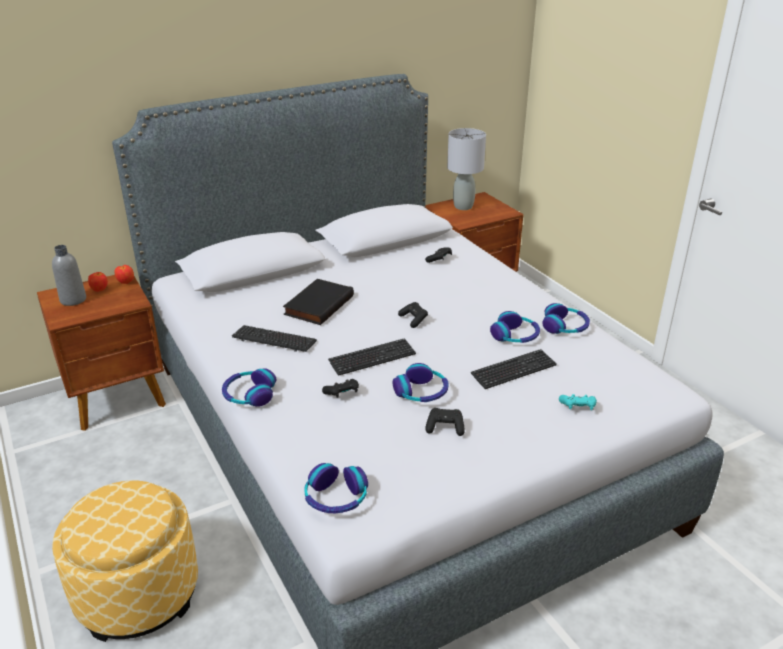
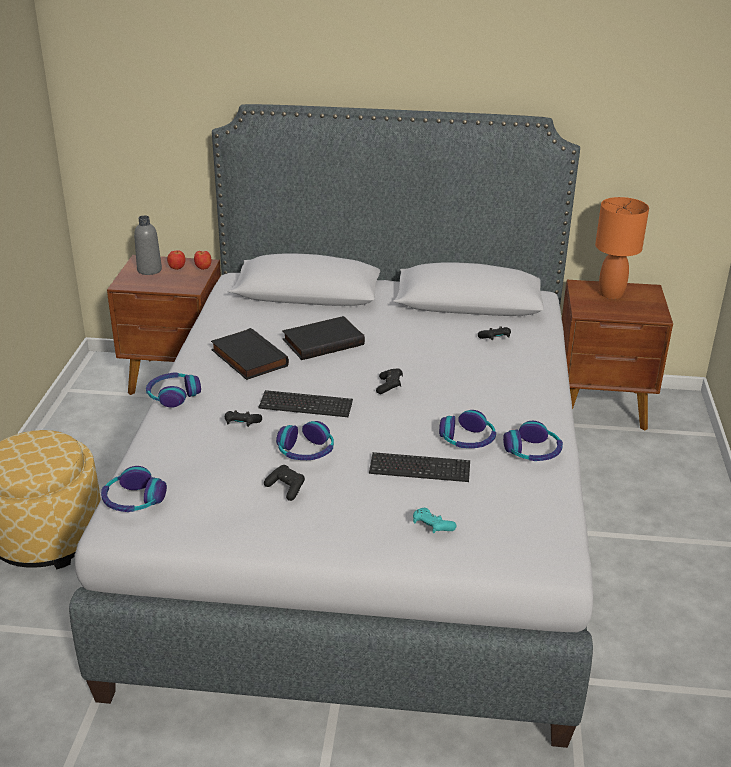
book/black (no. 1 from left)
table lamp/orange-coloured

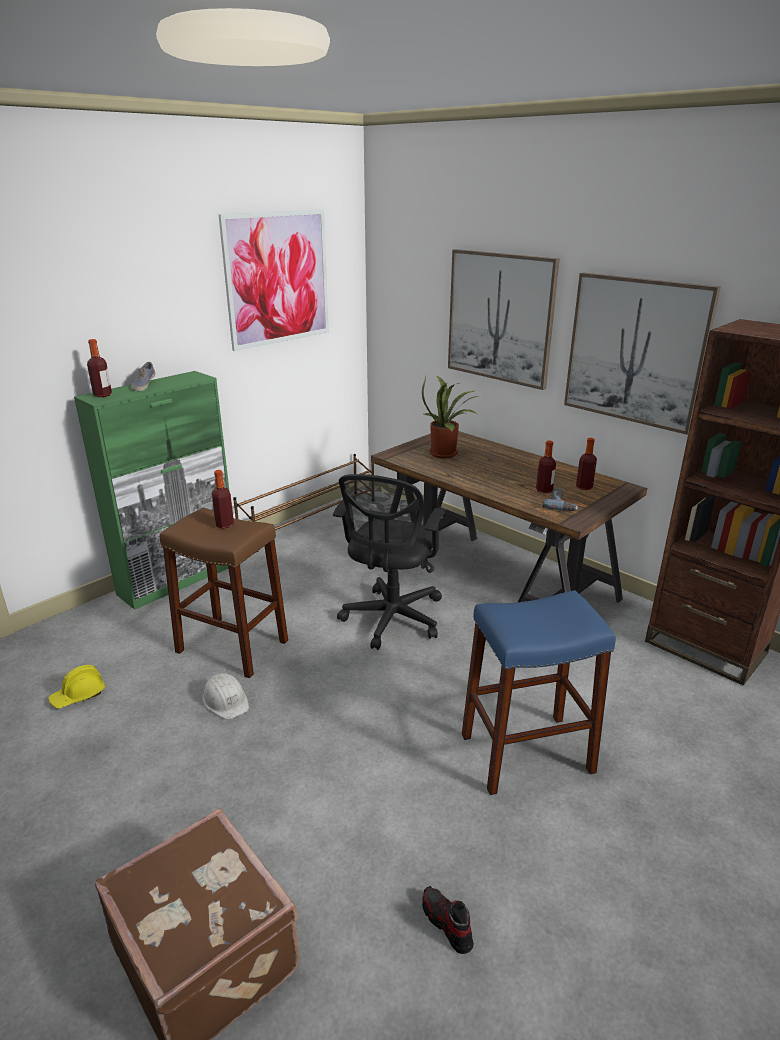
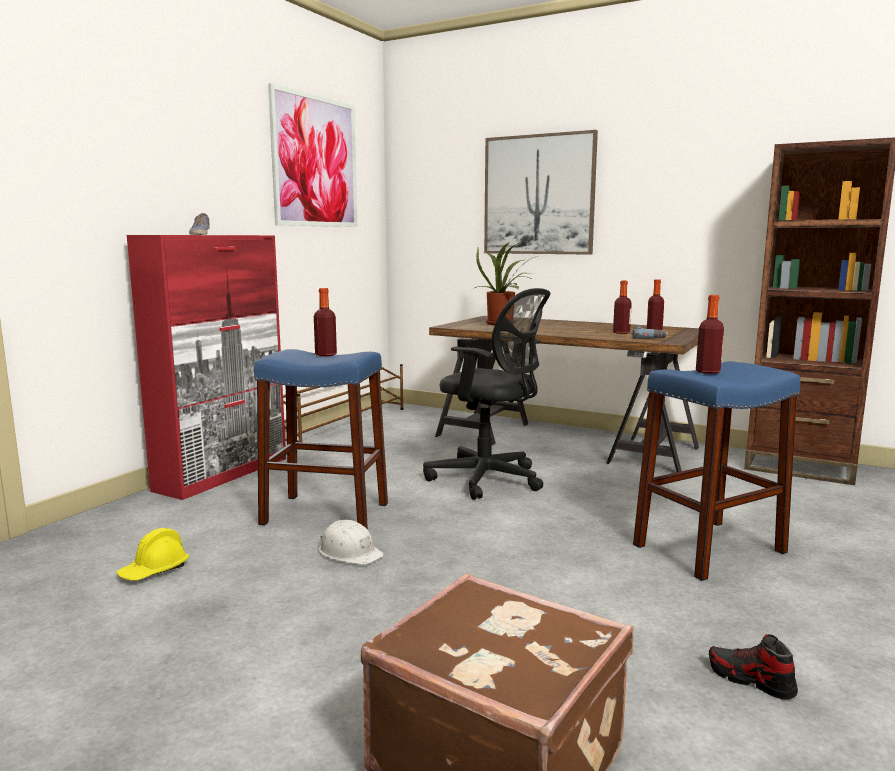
cabinet/reddish
stool/blue-coloured (no. 1 from left)
computer chair/black
beverage bottle (no. 4 from left)
wall picture (no. 3 from left in the first image)

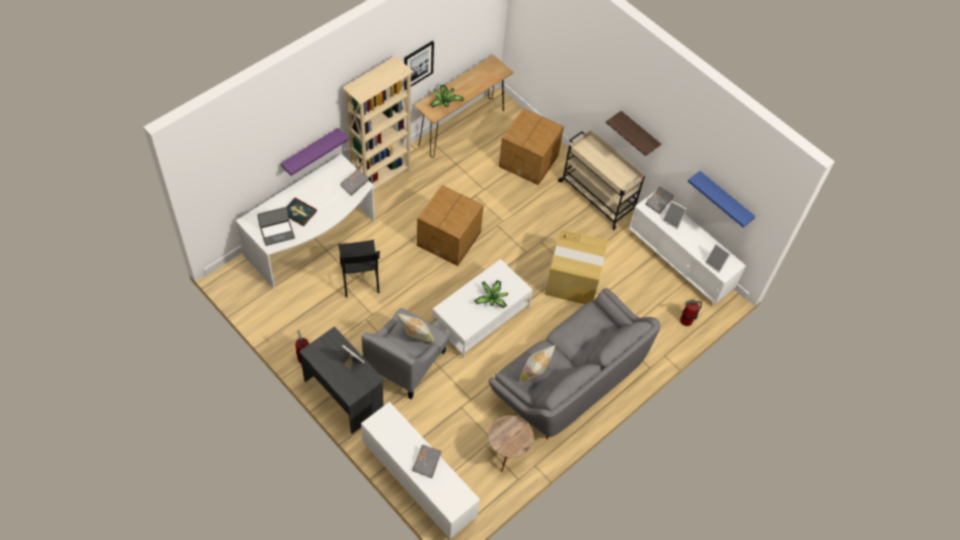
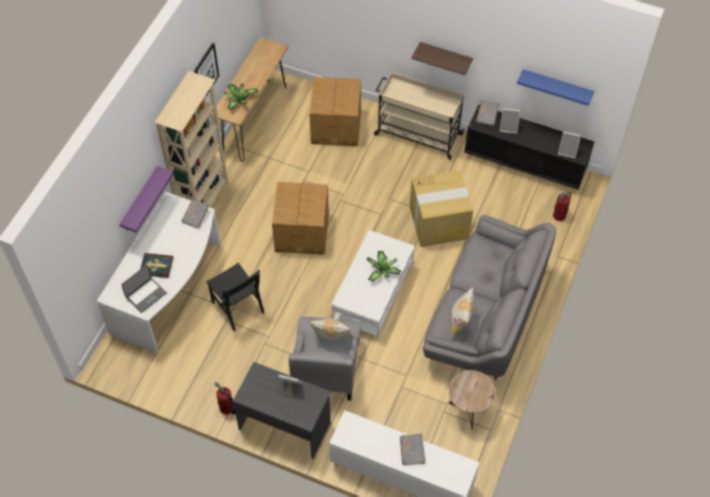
cabinet/black

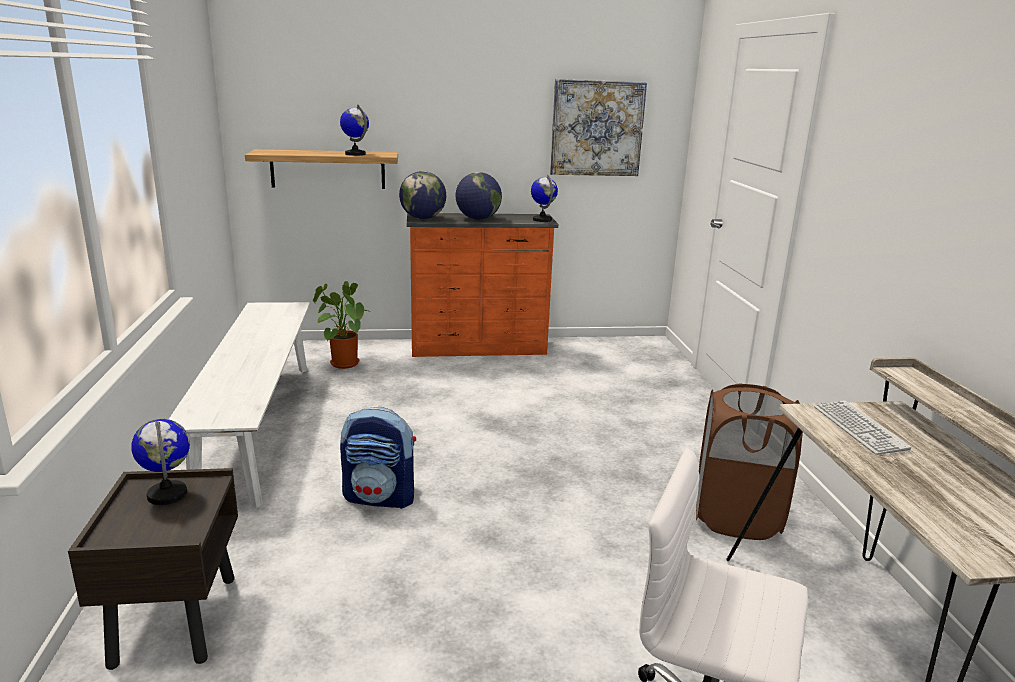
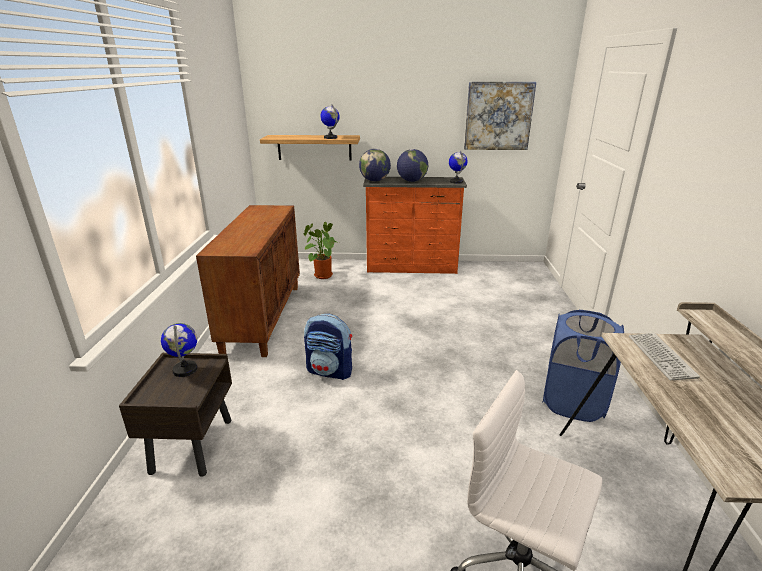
cabinet/brownish
hamper/blue-coloured

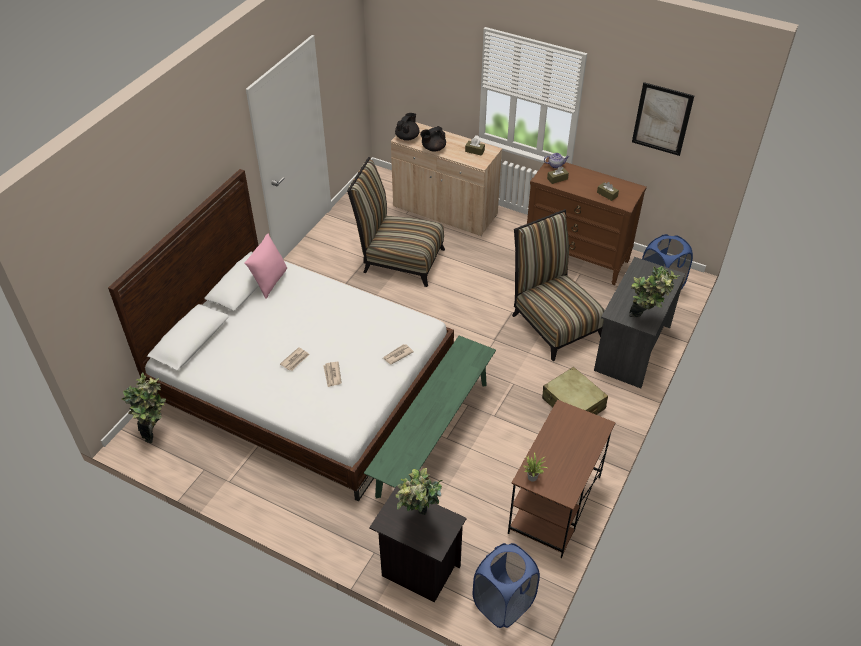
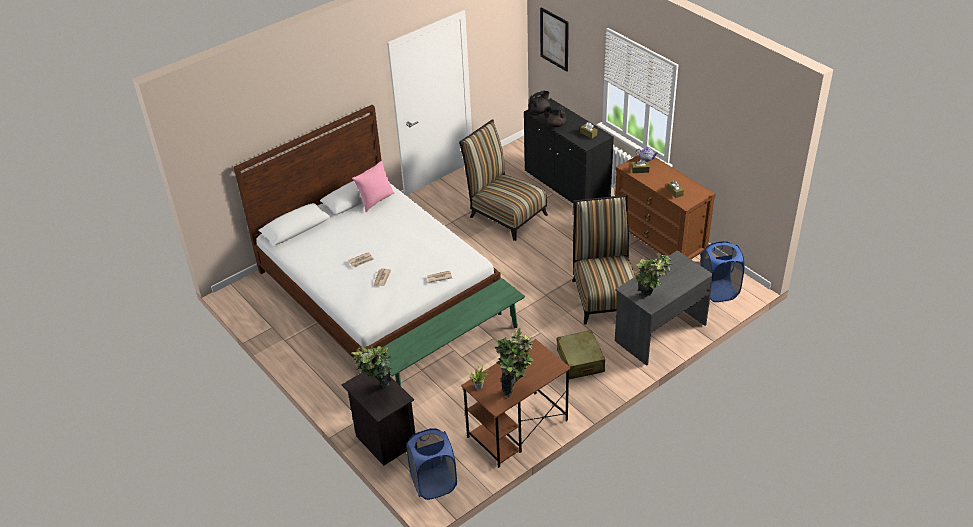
potted plant (no. 3 from left)
cabinet/black
wall picture

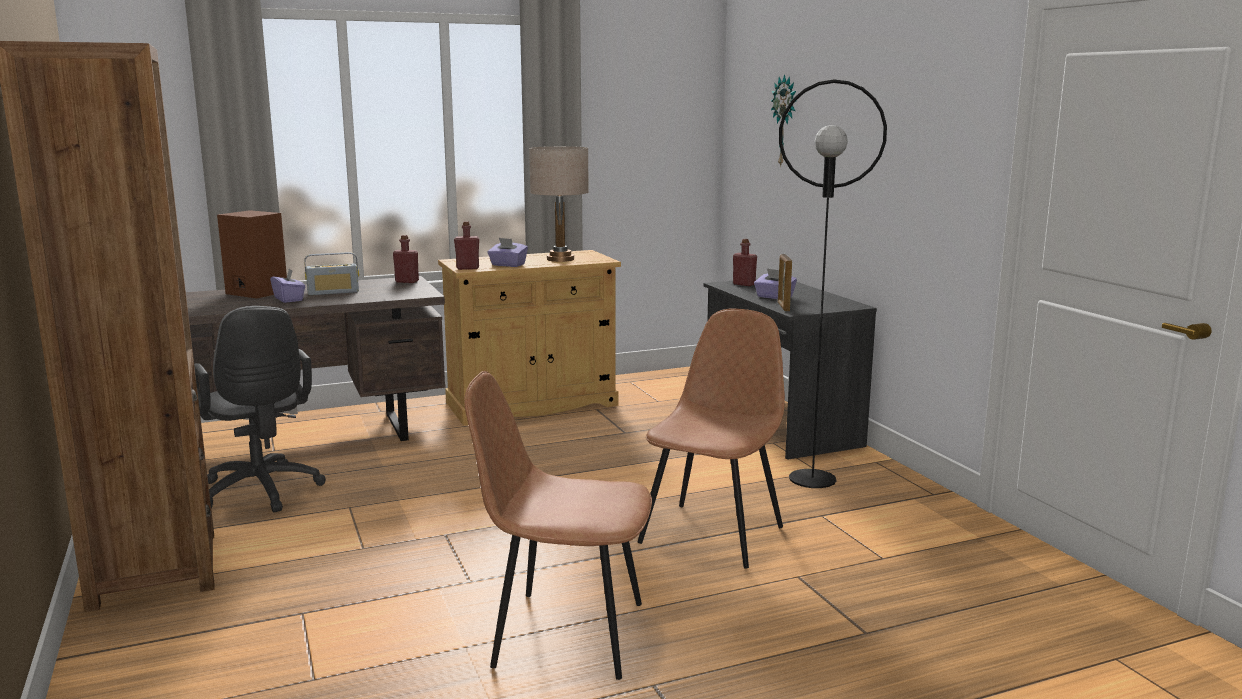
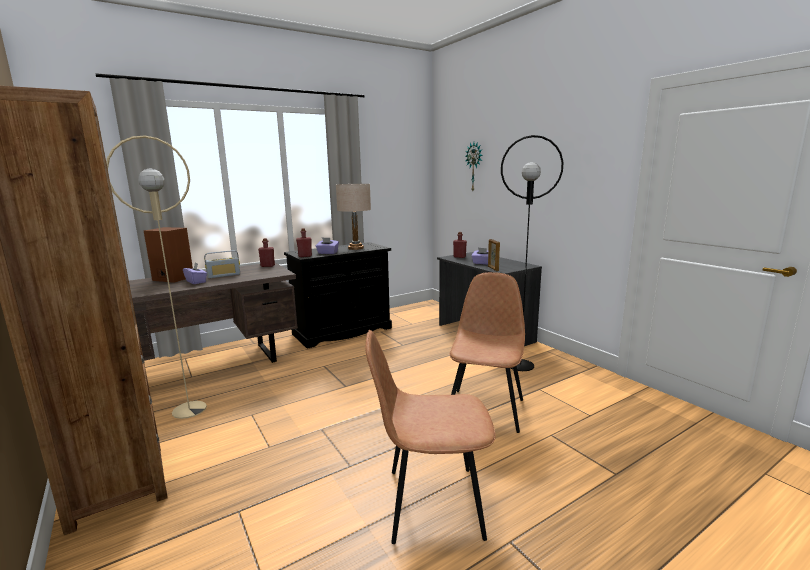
floor lamp/beige
cabinet/black

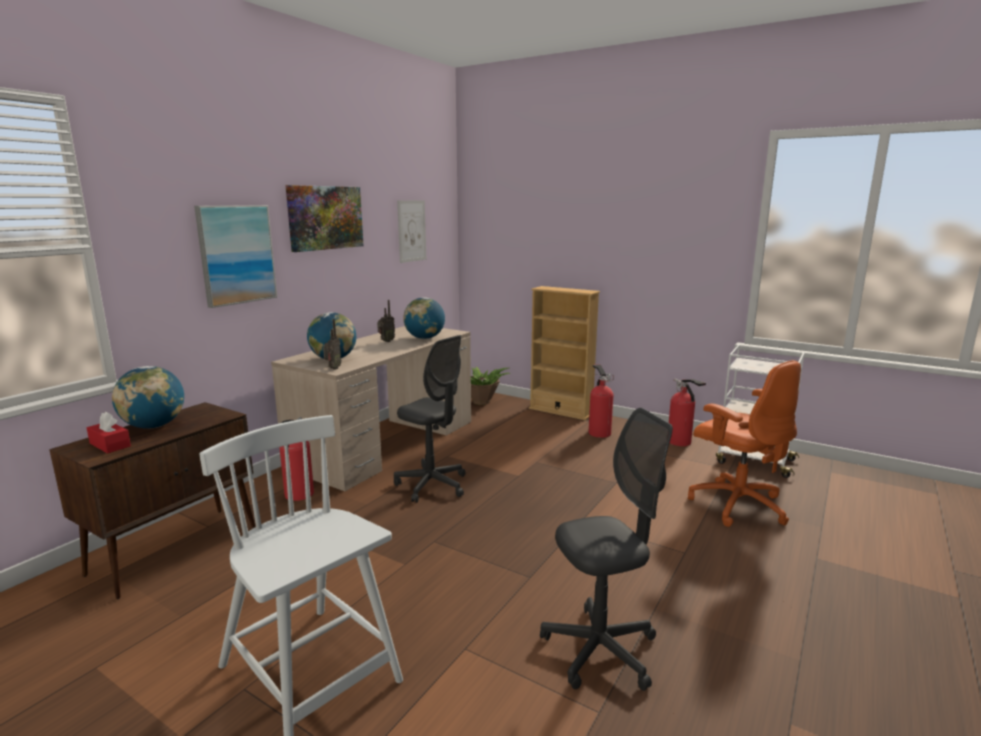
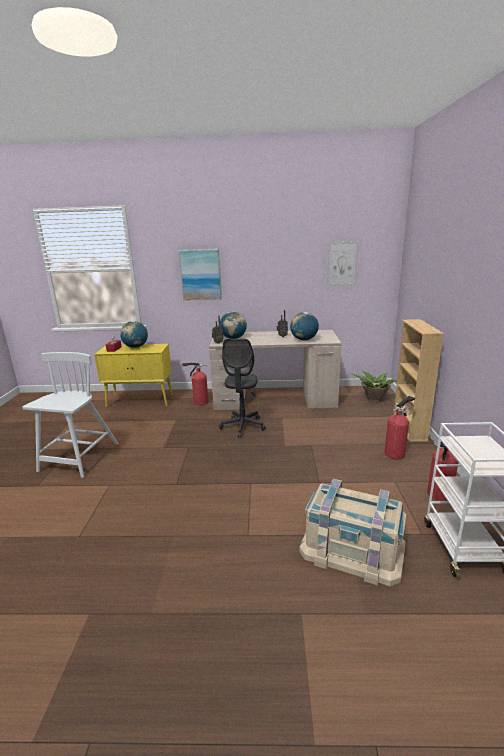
cabinet/yellow
storage container/beige
wall picture (no. 2 from left in the first image)
computer chair/greyish (no. 2 from left in the first image)

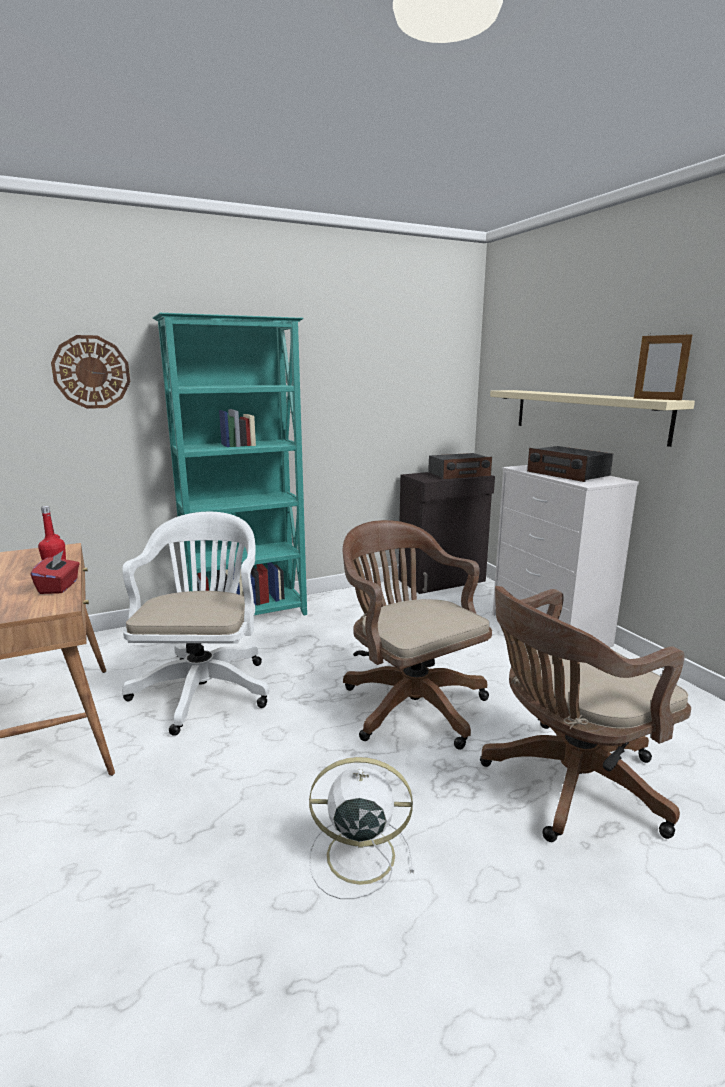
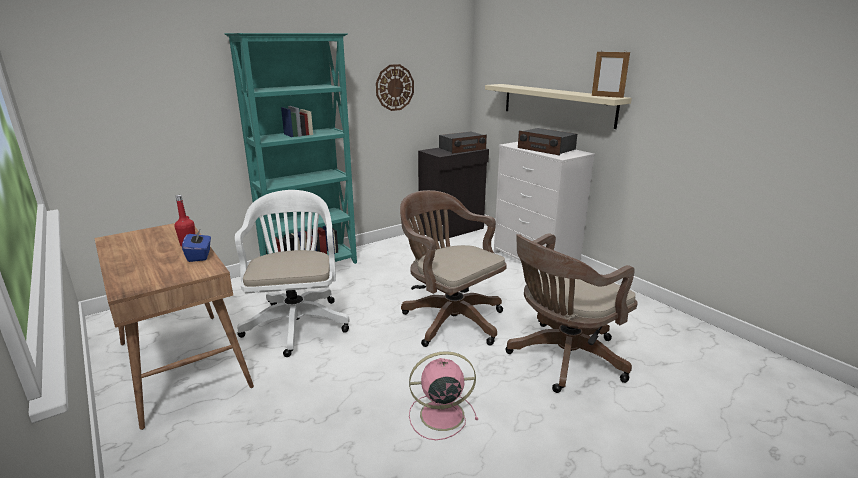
tissue box/blue-coloured
clock on the wall
fan/pink

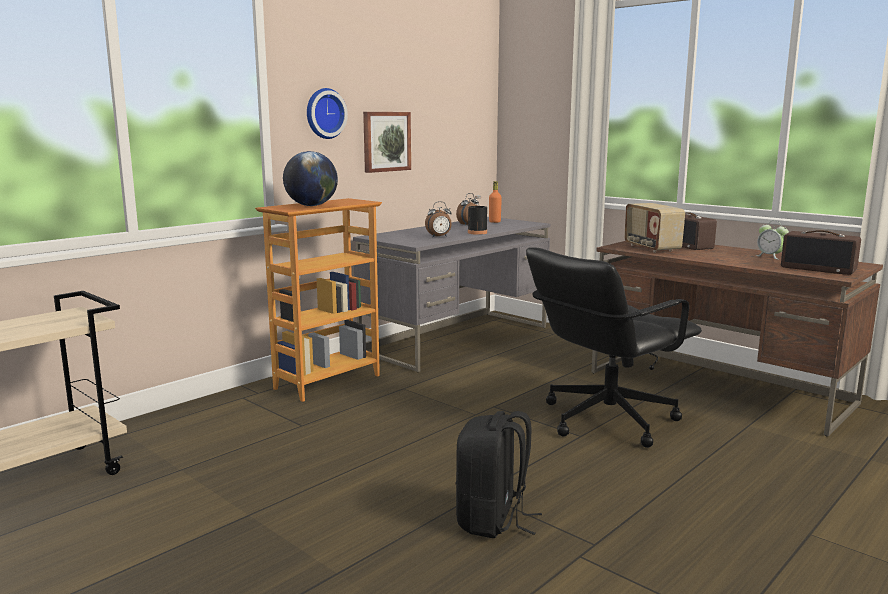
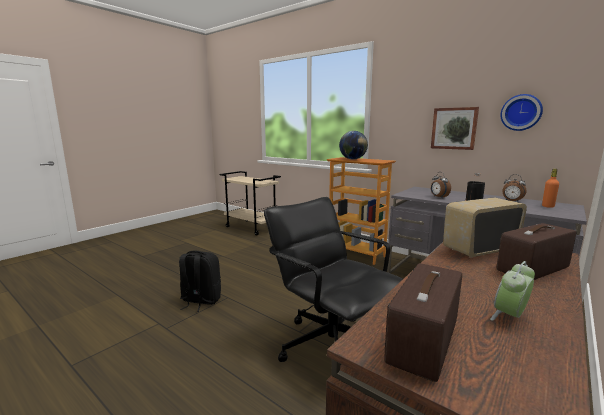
clock on the wall

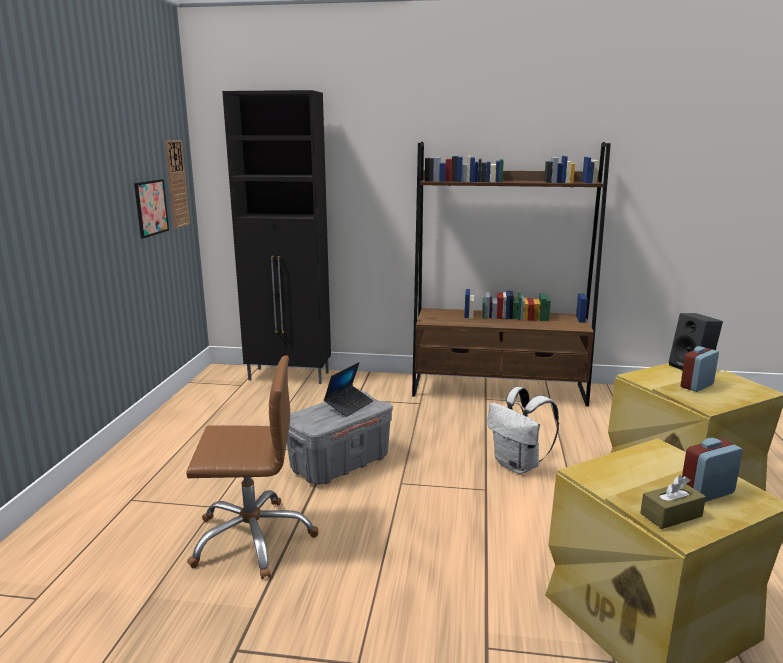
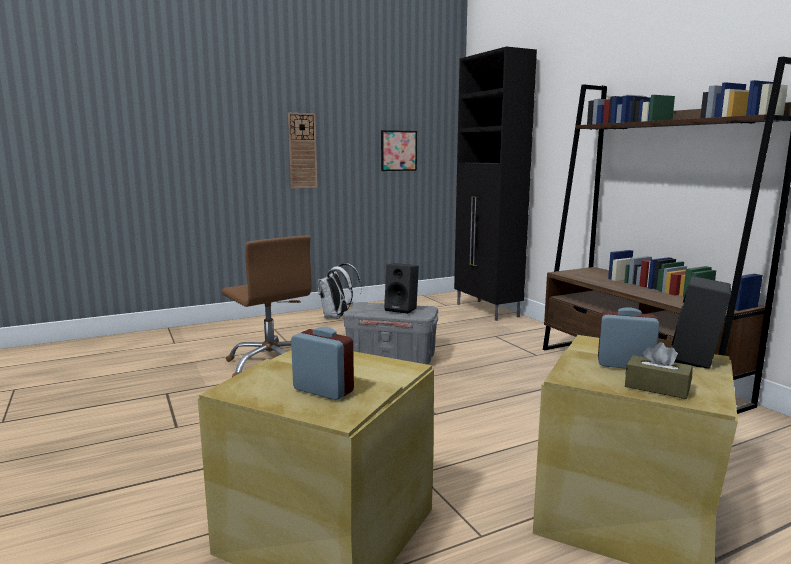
clock on the wall
rucksack/white-coloured
loudspeaker/black (no. 1 from left)
tissue box/brownish

